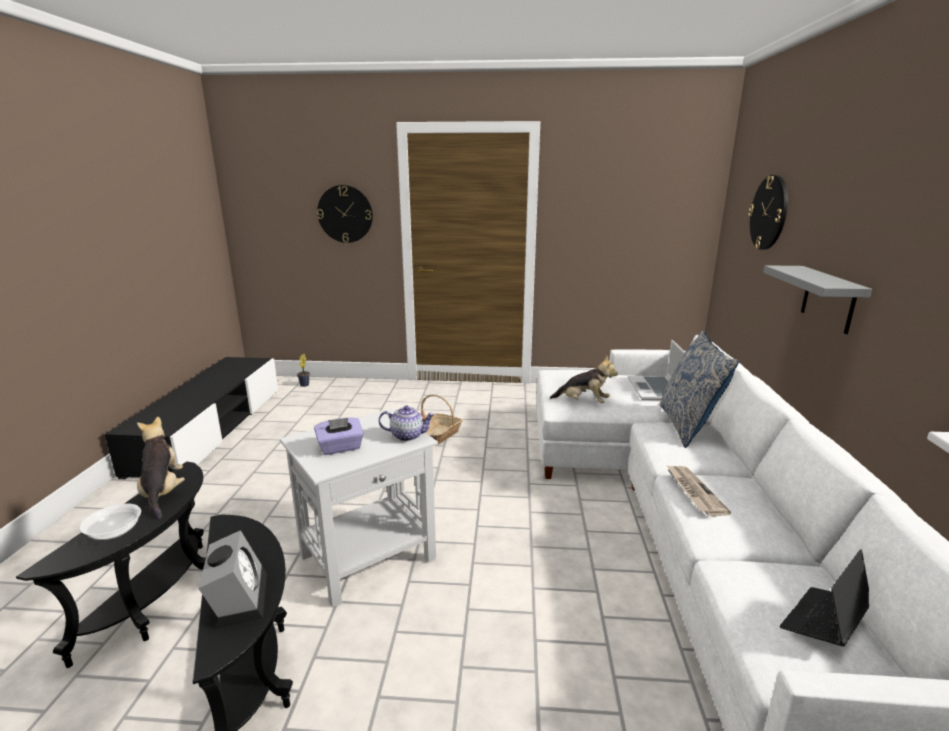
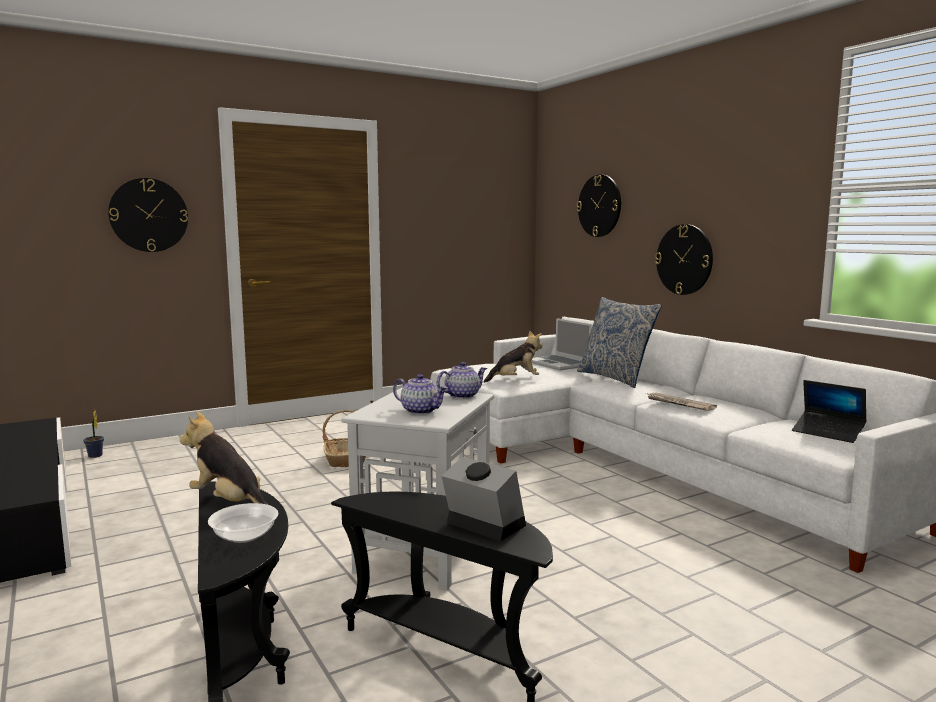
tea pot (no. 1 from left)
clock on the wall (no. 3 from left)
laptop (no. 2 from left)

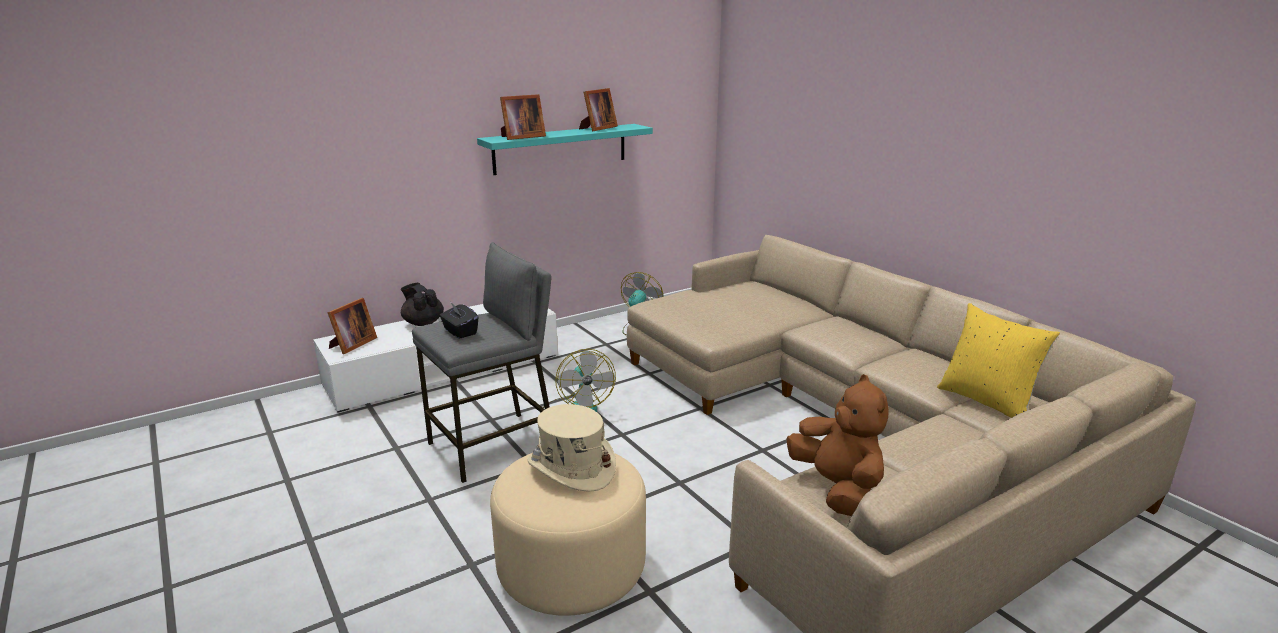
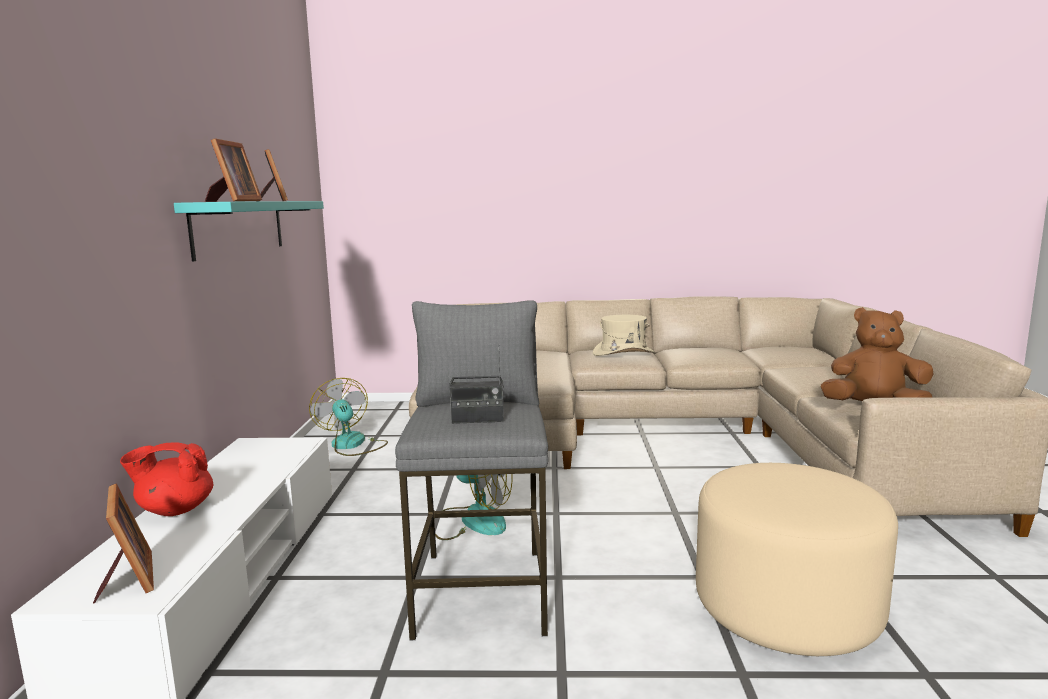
tea pot/reddish
radio
clothing hat/beige
throw pillow/yellow

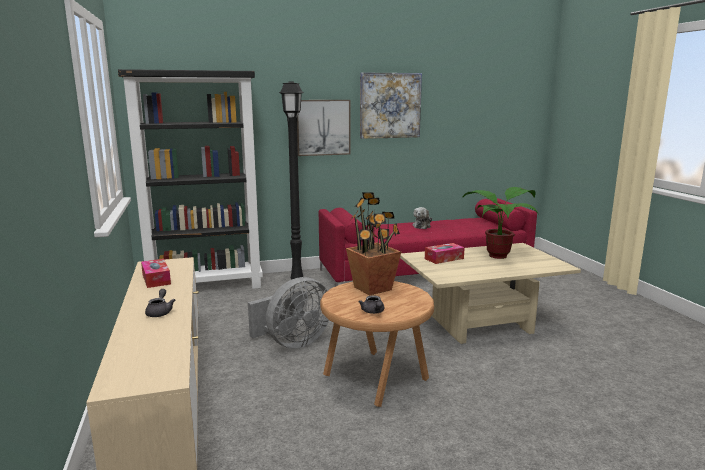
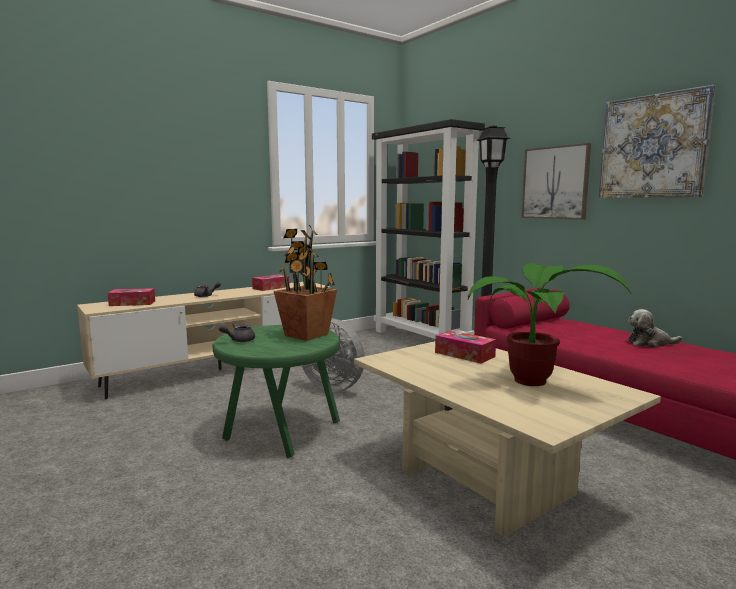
tissue box (no. 1 from left)
end table/green-coloured

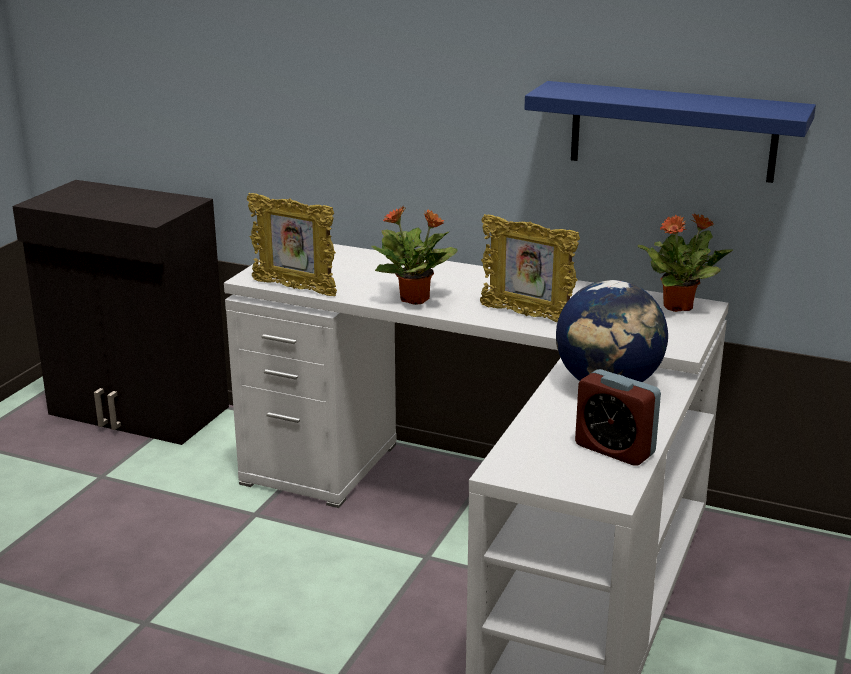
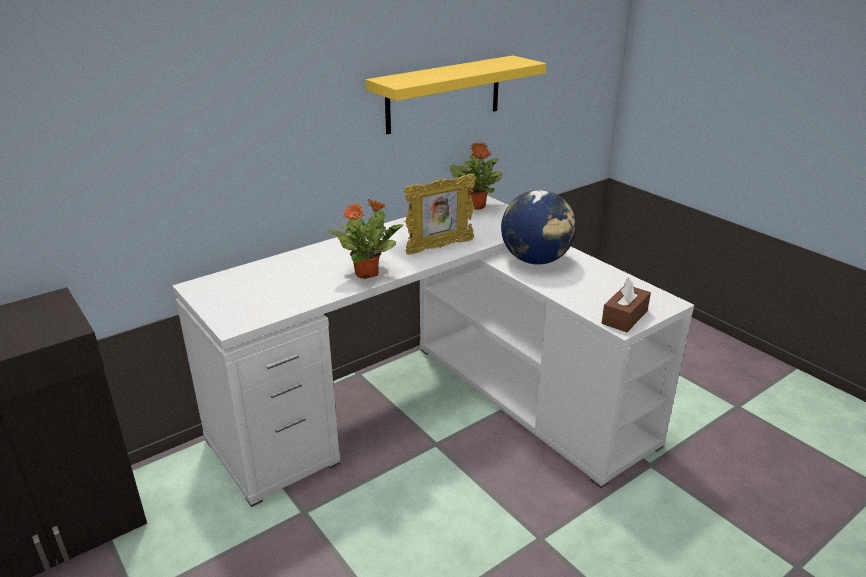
bracket shelf/yellow
tissue box/brownish
standing frame (no. 1 from left in the first image)
table clock

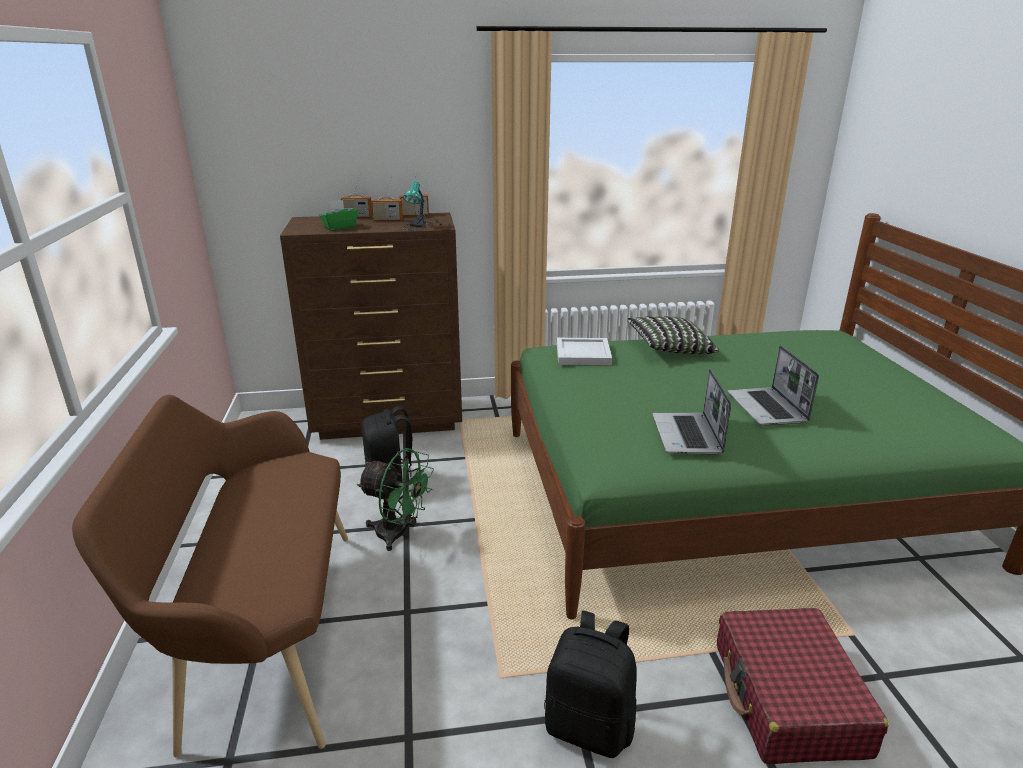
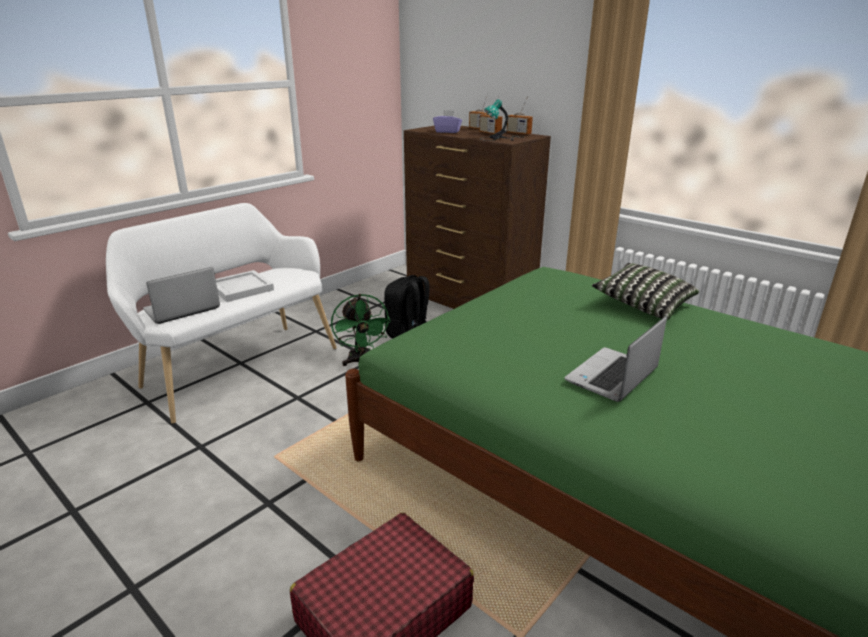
indoor bench/white-coloured
laptop (no. 1 from left)
carrying tray/white-coloured
tissue box/purplish
rucksack/black (no. 2 from left in the first image)

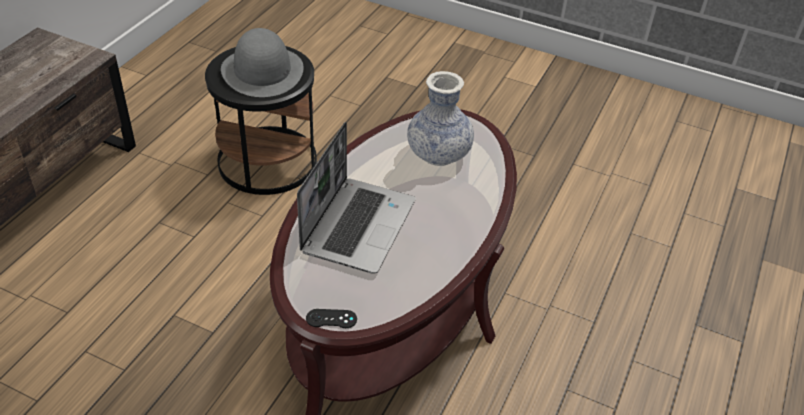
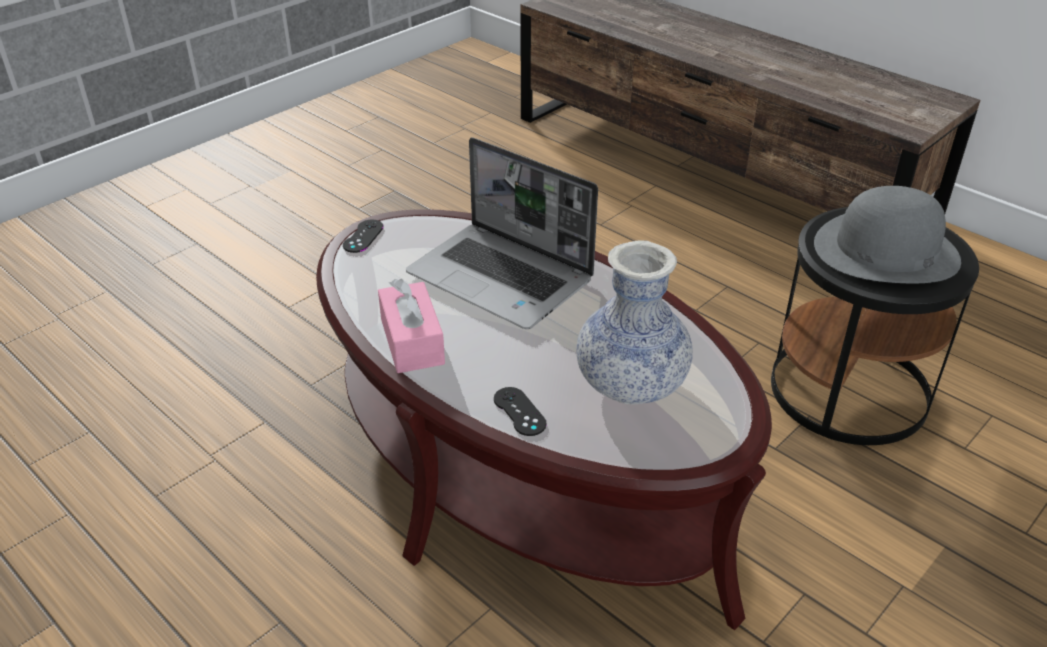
tissue box/pink
joypad/black (no. 2 from left)

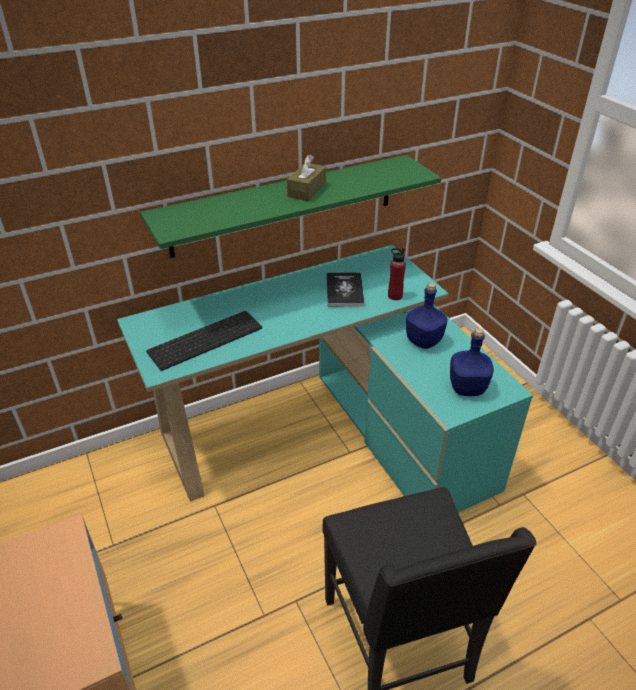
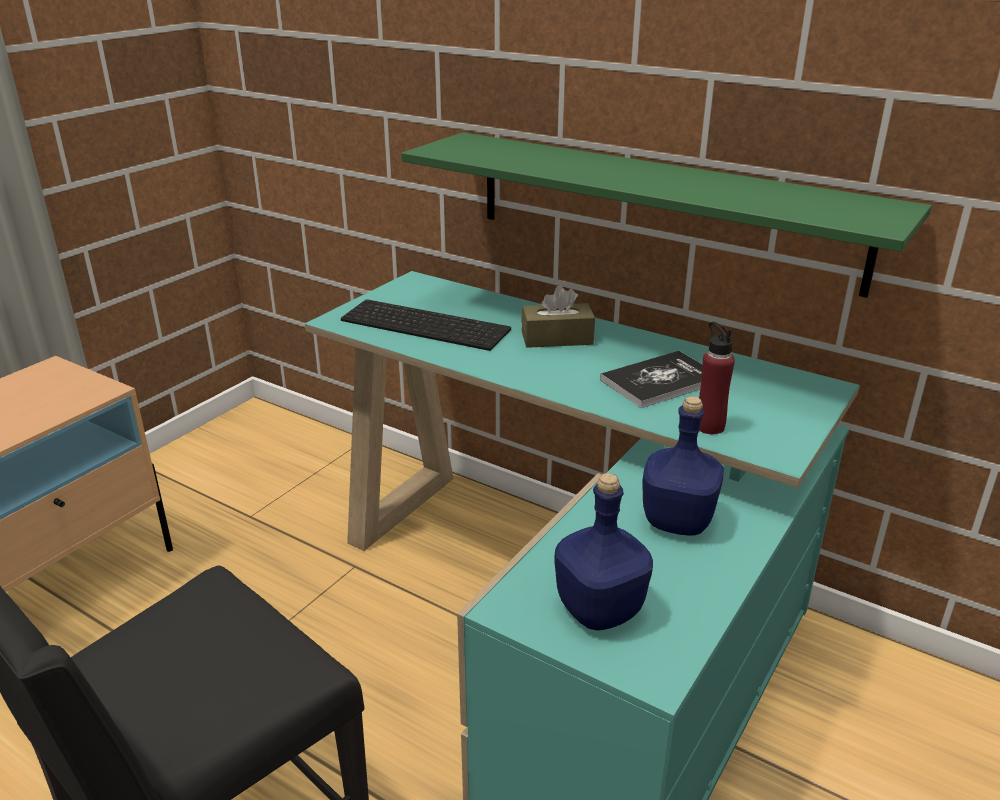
tissue box/brownish

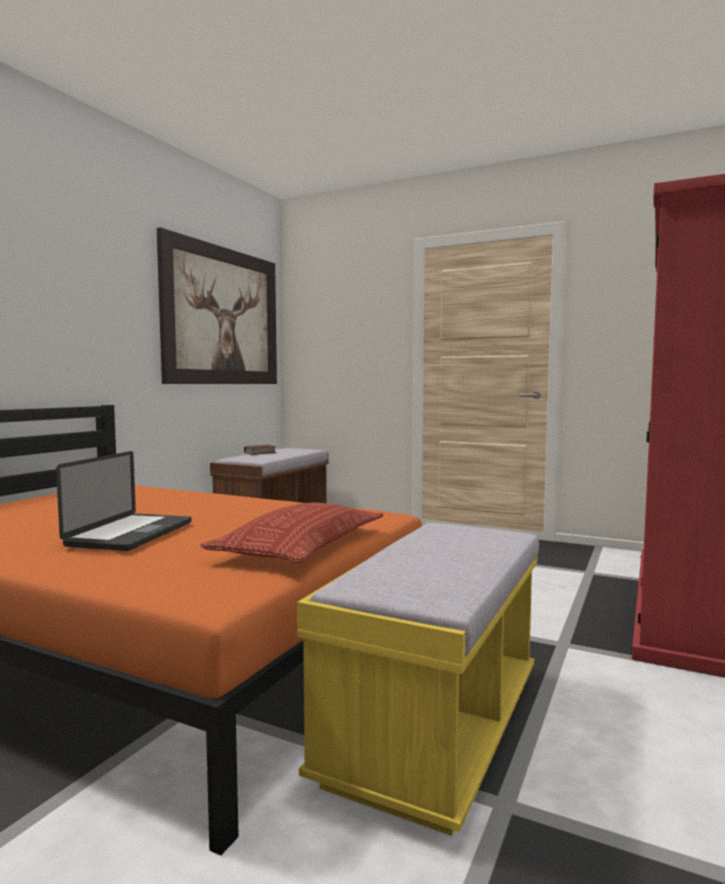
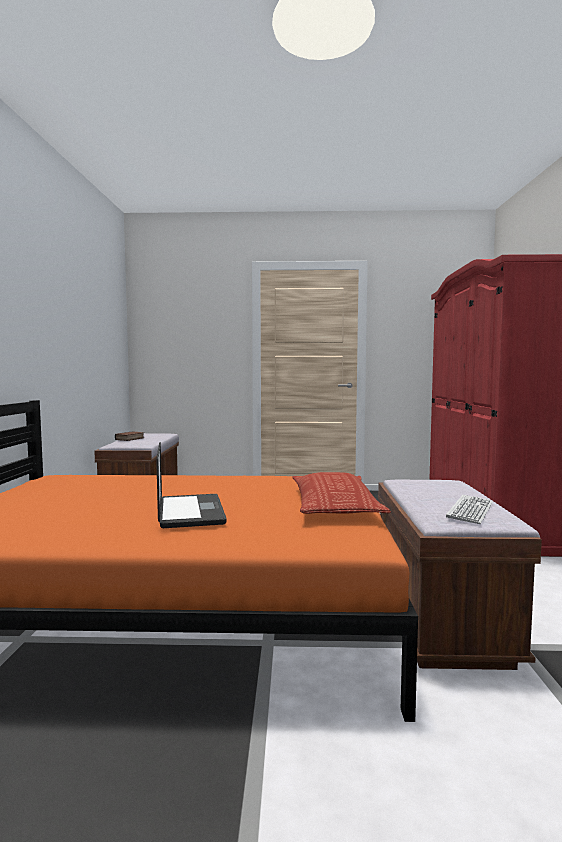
indoor bench/brownish (no. 2 from left)
keyboard
wall picture

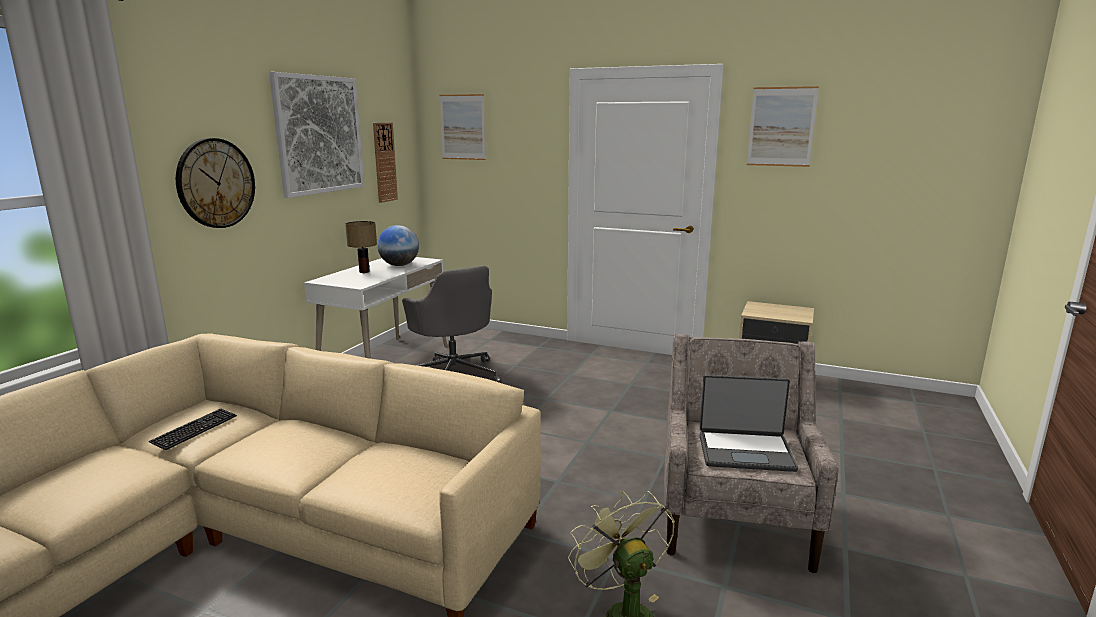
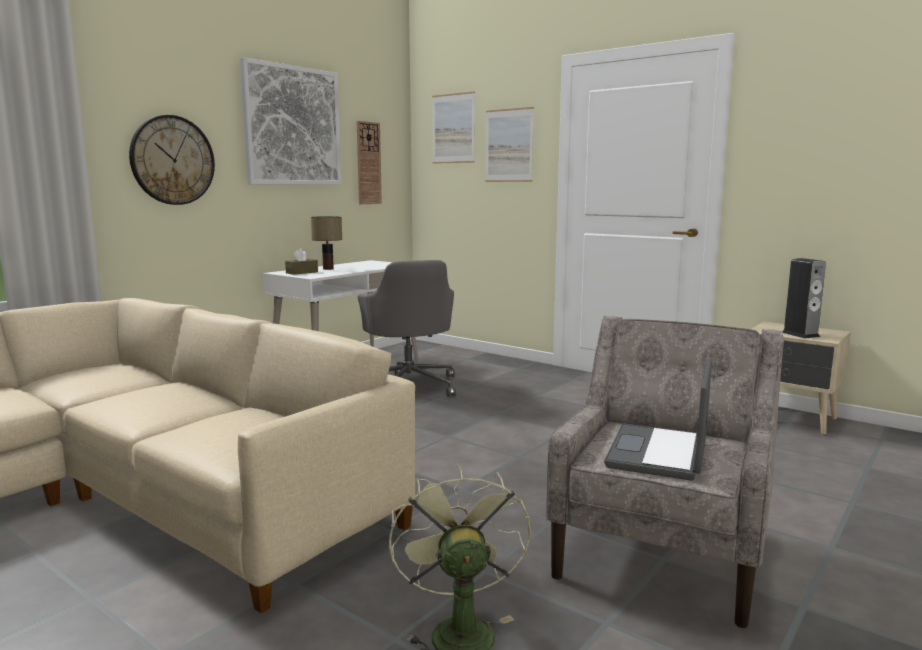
tissue box/brownish
wall picture (no. 3 from left)
laptop
loudspeaker
keyboard
desk globe

